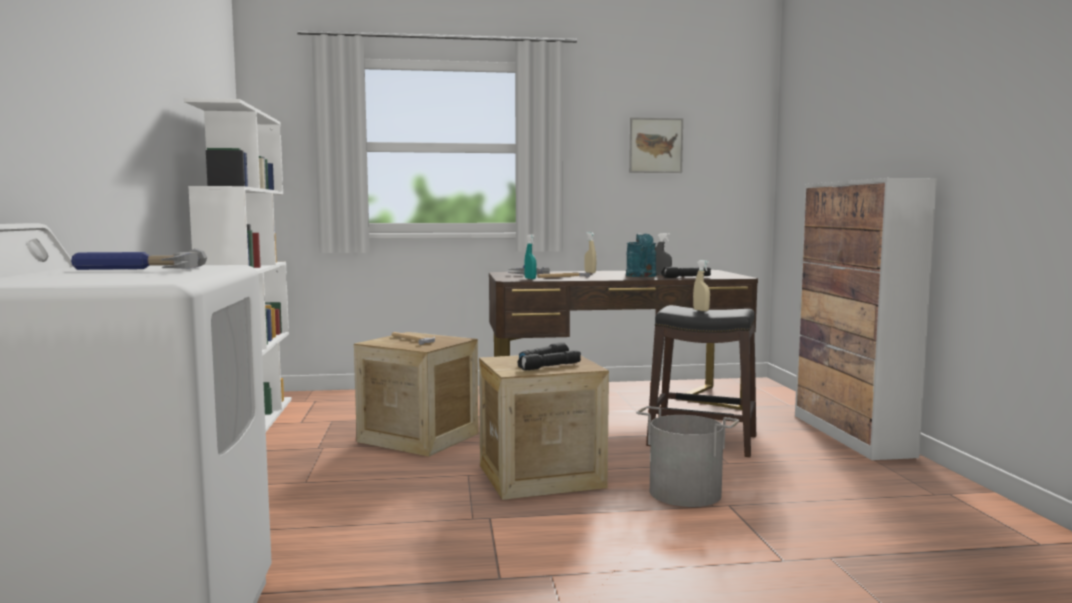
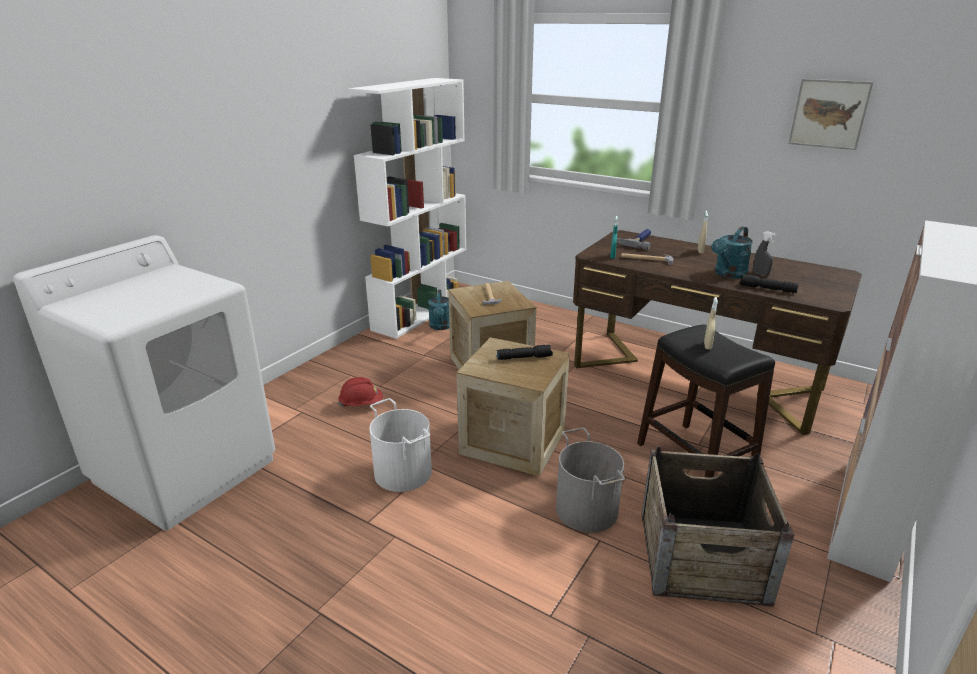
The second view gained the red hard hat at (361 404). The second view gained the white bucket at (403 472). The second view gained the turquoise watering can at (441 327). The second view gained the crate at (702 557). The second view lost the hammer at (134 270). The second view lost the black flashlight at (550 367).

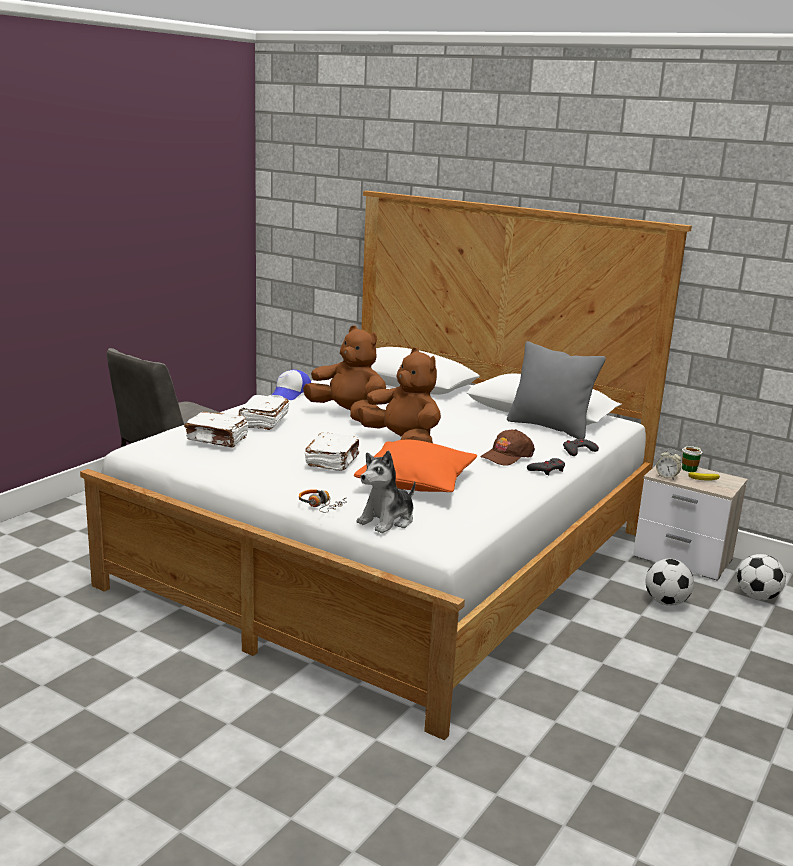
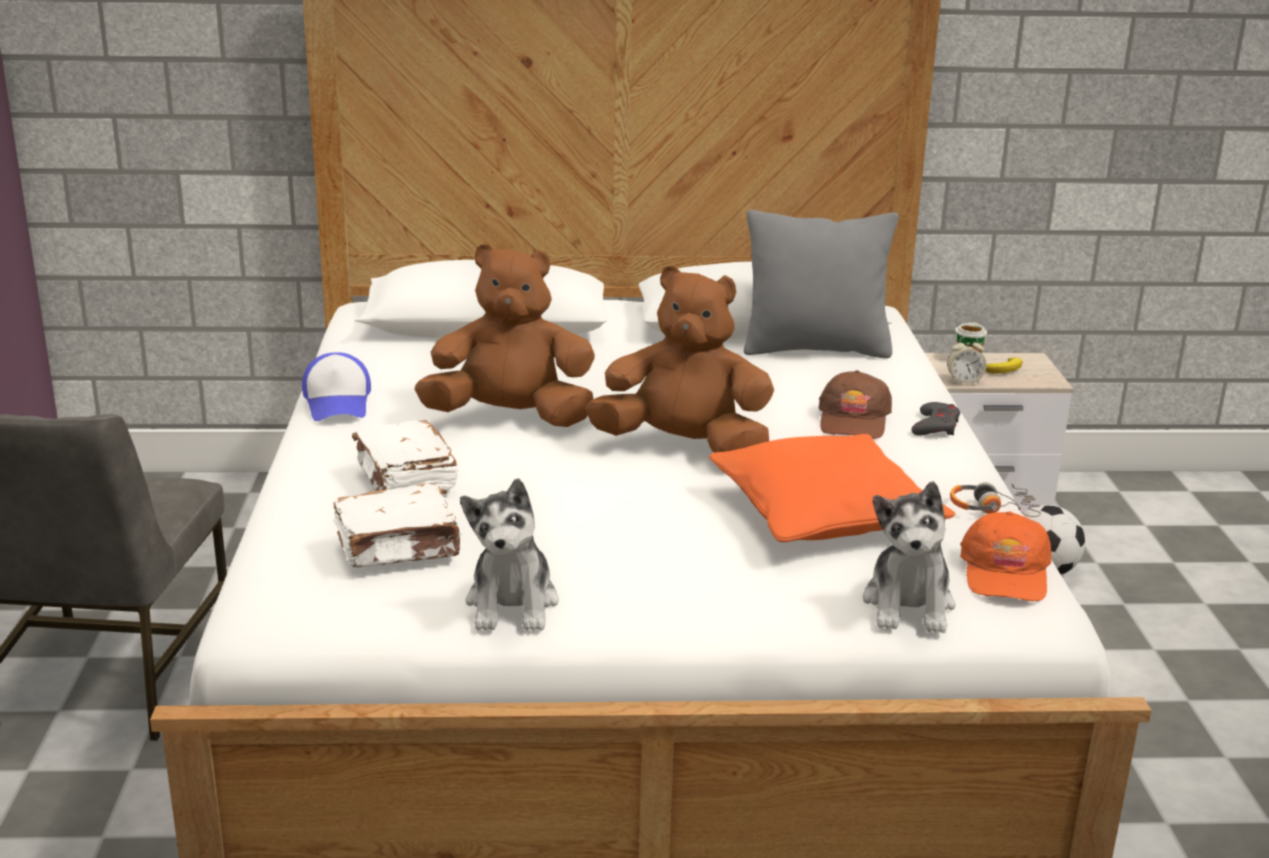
The second view gained the plush toy at (512 604). The headphones ended up elsewhere, having gone from (321 506) to (992 509). The second view gained the orange cap at (1005 572). The second view lost the white book at (333 462). The second view lost the grey game controller at (578 451). The second view lost the football at (757 597).

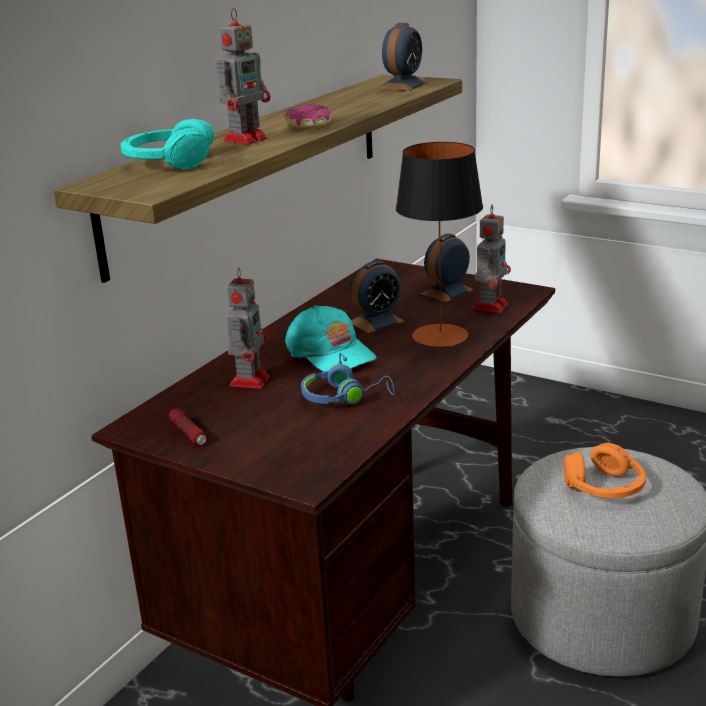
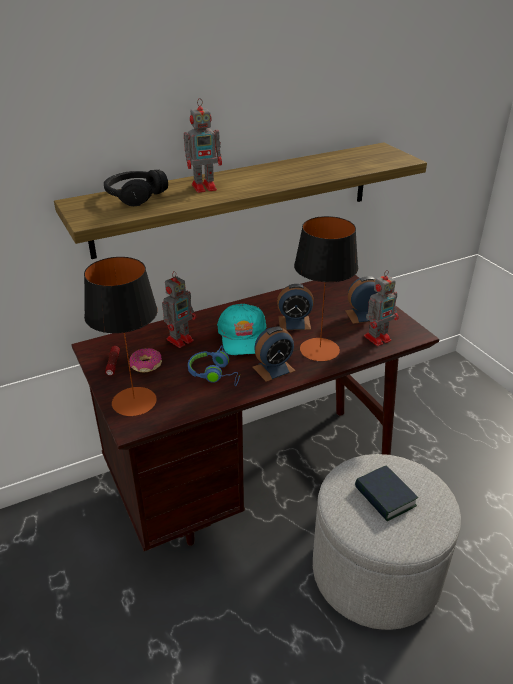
The second view gained the table lamp at (134 401). What was the turquoise headphones at (169 162) turned into the black headphones at (135 196). The donut ended up elsewhere, having gone from (308 126) to (146 365). The alarm clock ended up elsewhere, having gone from (403 86) to (273 369). Where the orange headphones stood at (604 488), the book came to stand at (384 497).

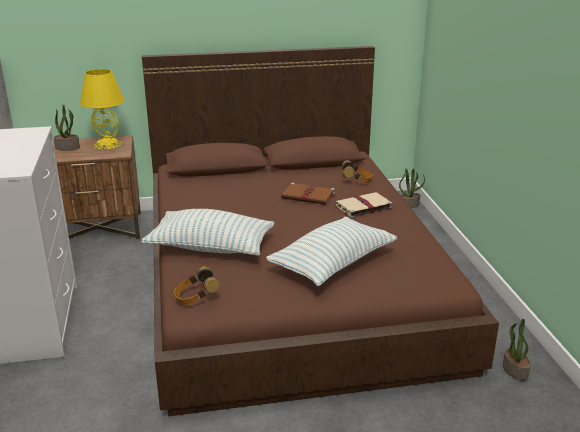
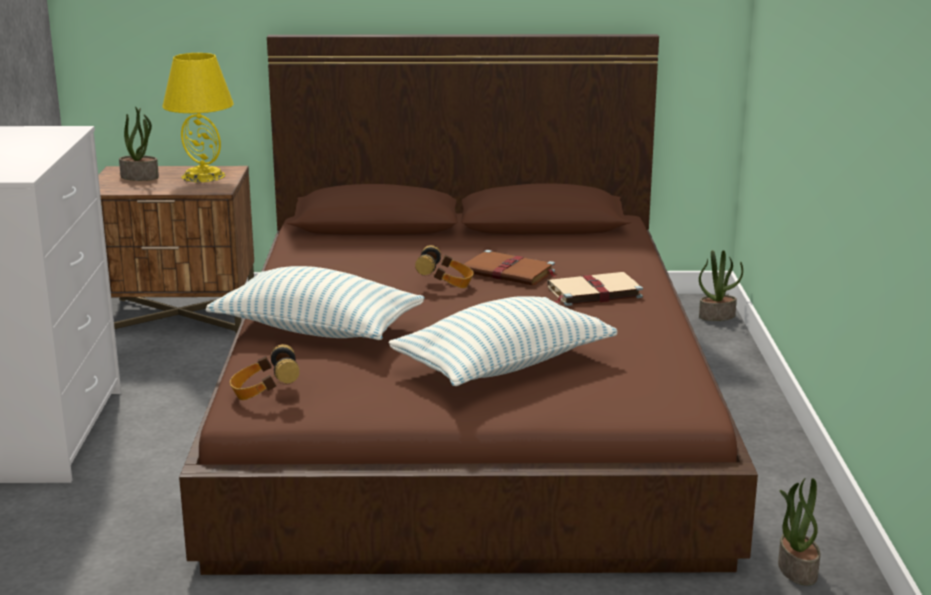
The headphones ended up elsewhere, having gone from (357 181) to (446 285).

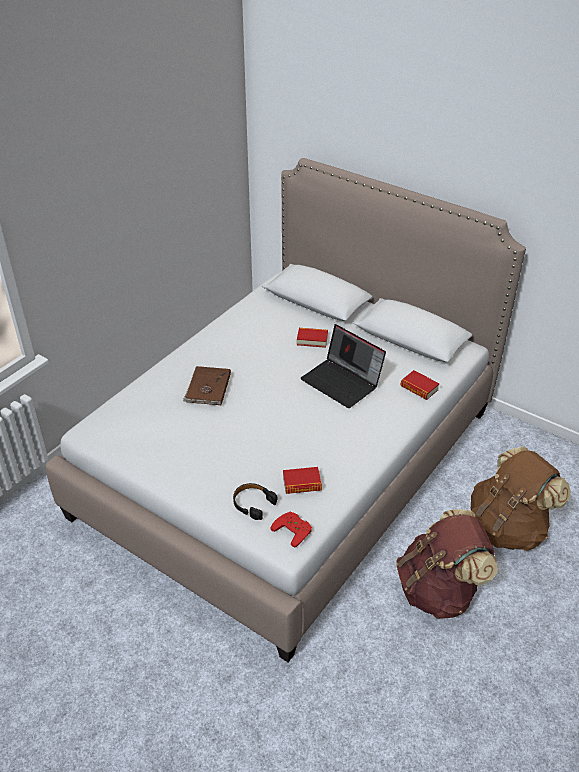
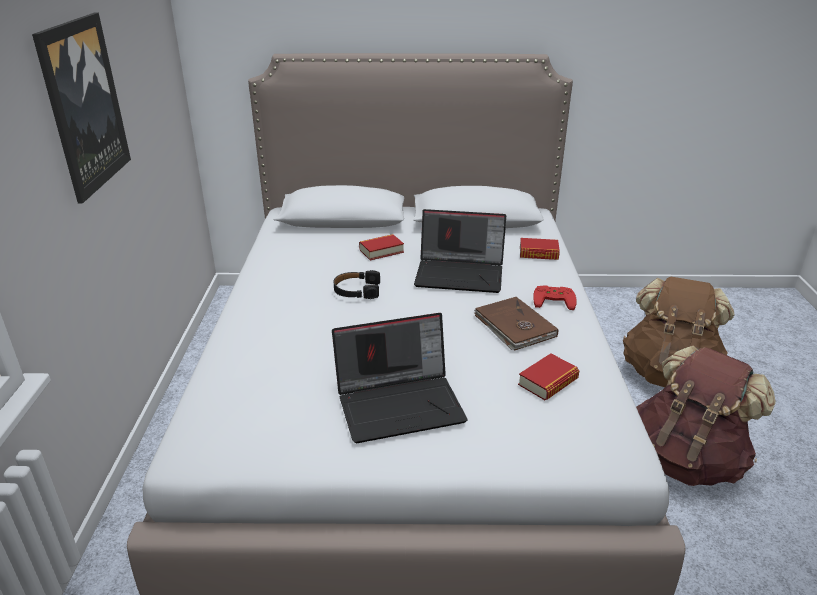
The second view gained the picture at (83 105). The second view gained the laptop at (401 403). The black headphones ended up elsewhere, having gone from (253 503) to (357 290). The brown book ended up elsewhere, having gone from (207 388) to (514 327). The red game controller ended up elsewhere, having gone from (294 529) to (554 299).

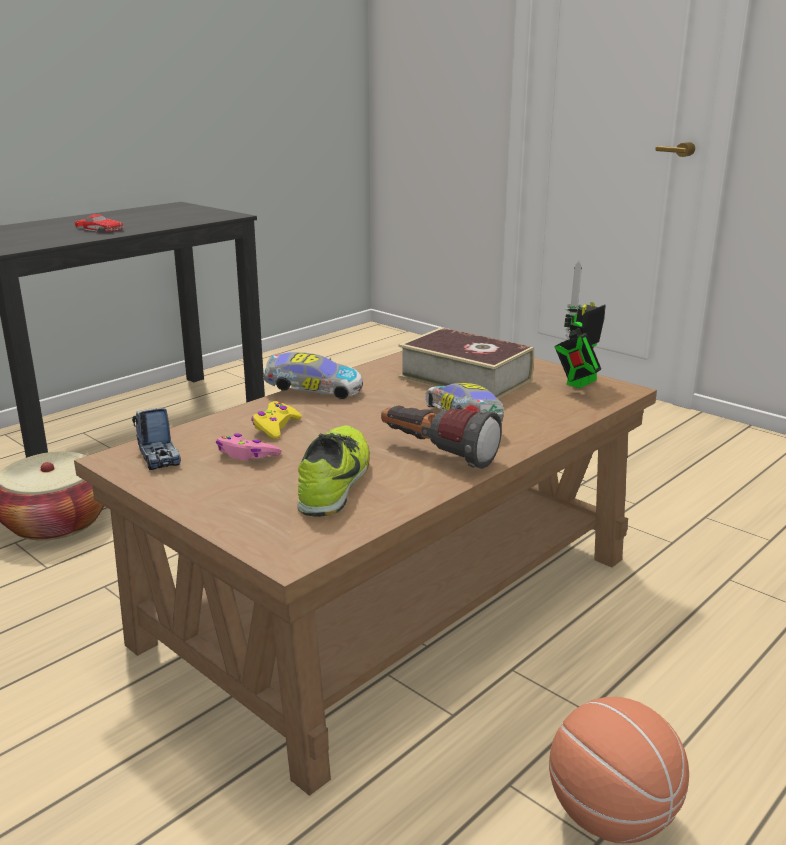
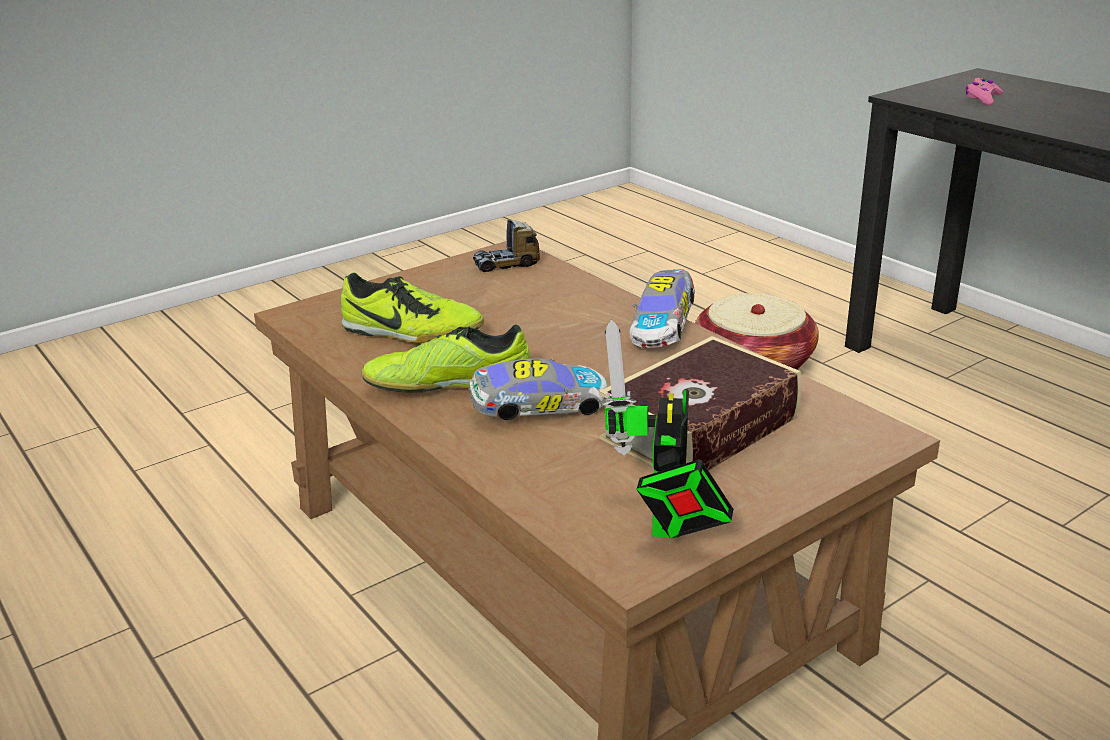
Where the flashlight stood at (436 454), the shoe came to stand at (448 385). The toy robot at (578 383) ended up facing another way, 135 degrees counterclockwise from before. The pink game controller ended up elsewhere, having gone from (247 455) to (982 98). The second view lost the red toy car at (99 229). The second view lost the yellow game controller at (276 427). The second view lost the basketball at (612 817).

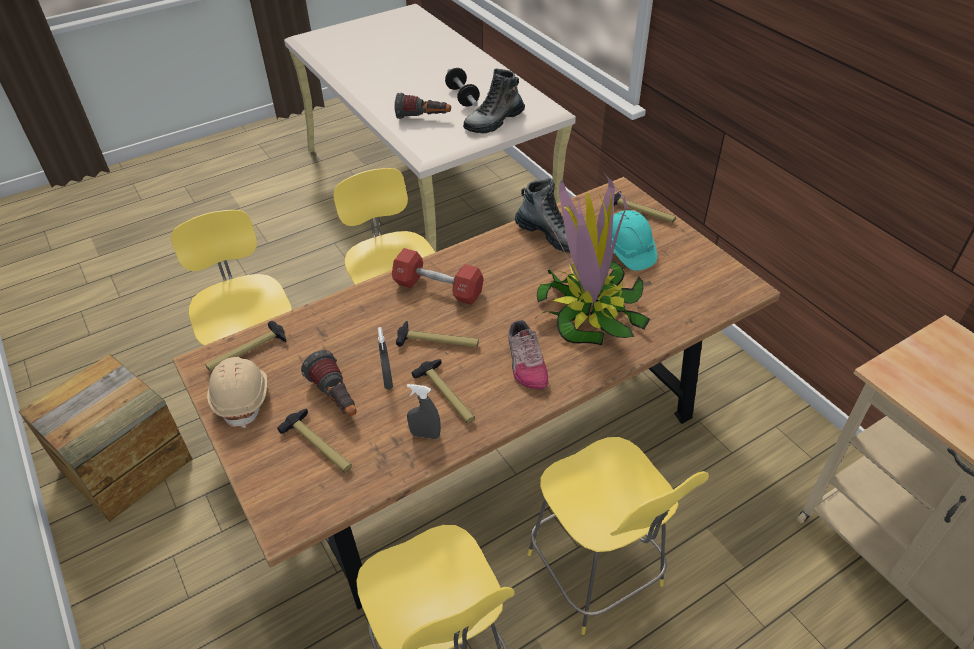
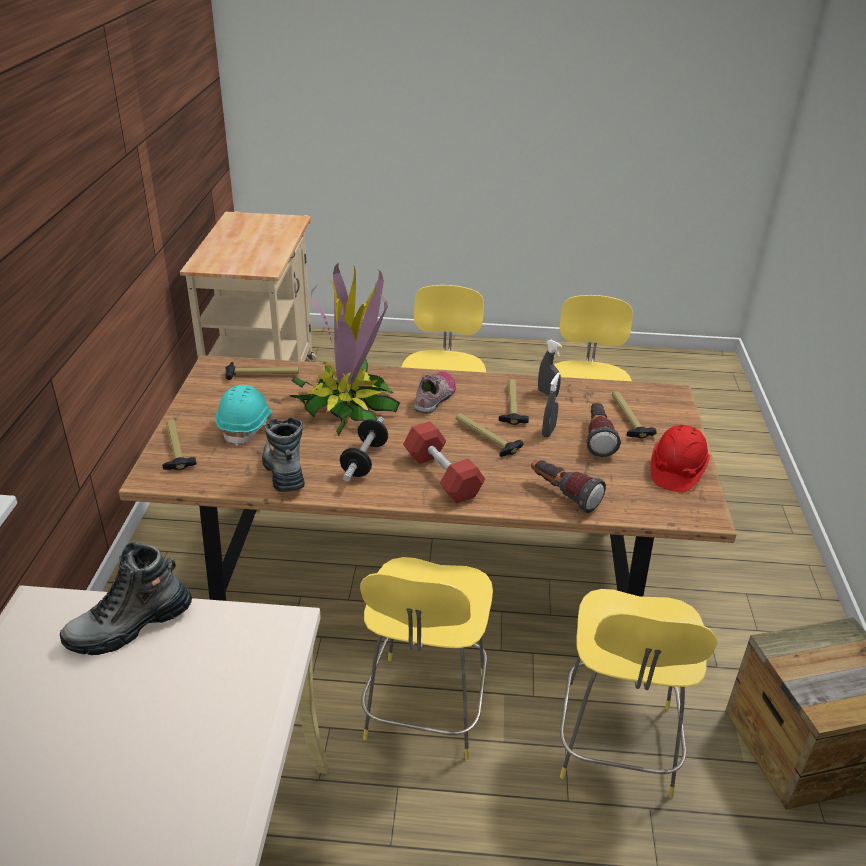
The boot at (494 121) ended up facing another way, 150 degrees clockwise from before. The hammer ended up elsewhere, having gone from (247 352) to (262 375). The dumbbell ended up elsewhere, having gone from (462 97) to (364 460). The flashlight ended up elsewhere, having gone from (423 118) to (563 495). What was the beige hard hat at (242 398) turned into the red hard hat at (676 471).

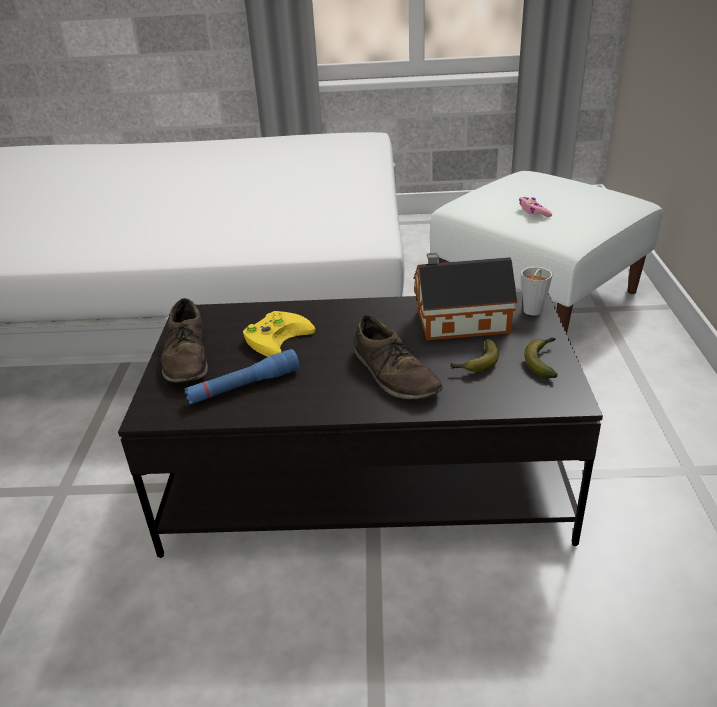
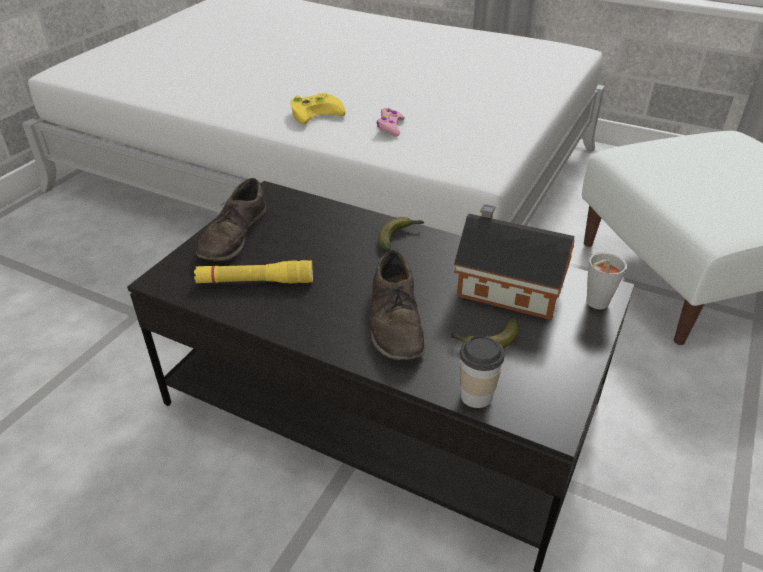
What was the blue flashlight at (244 386) turned into the yellow flashlight at (255 282). The yellow game controller ended up elsewhere, having gone from (277 336) to (316 111). The pink game controller ended up elsewhere, having gone from (533 211) to (390 127). The banana ended up elsewhere, having gone from (543 361) to (399 237). The second view gained the cup at (476 396).

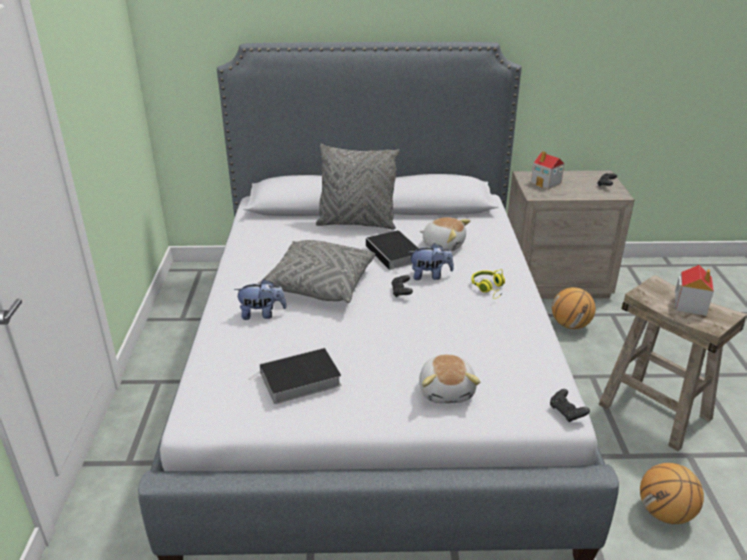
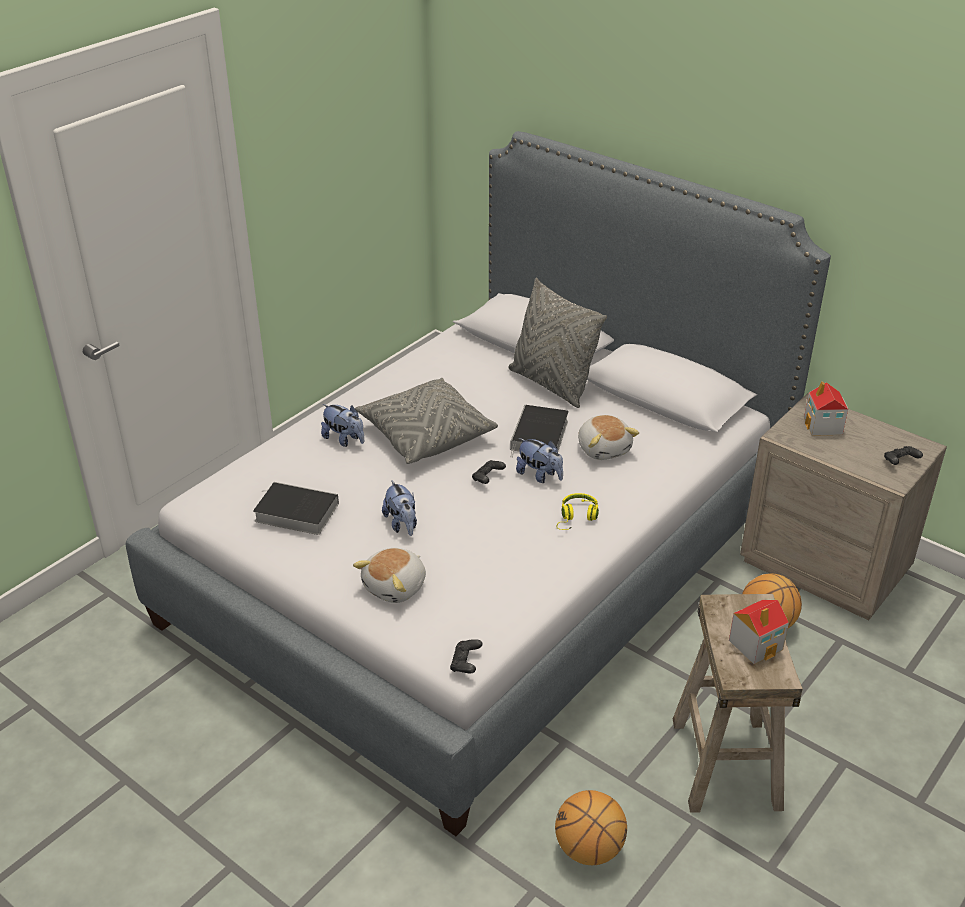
The second view gained the plush toy at (402 524).

